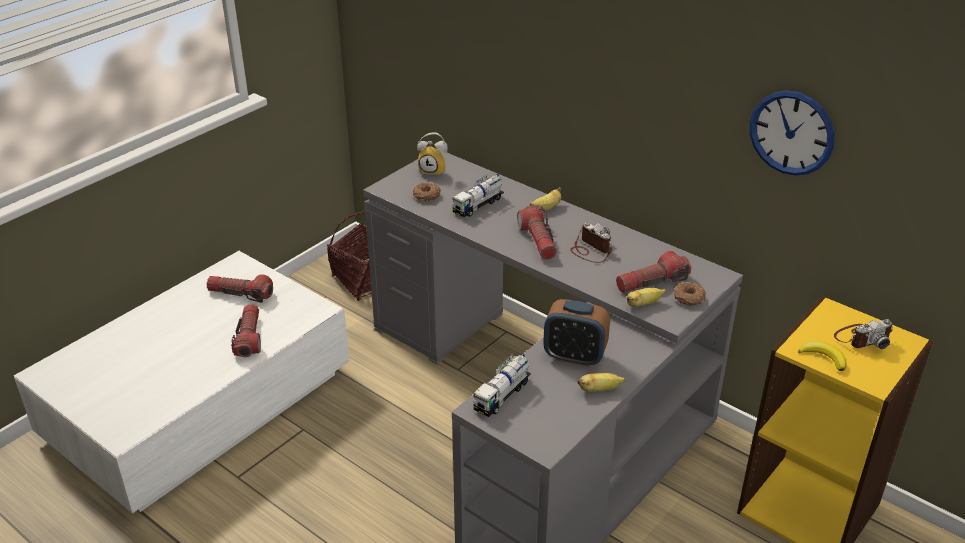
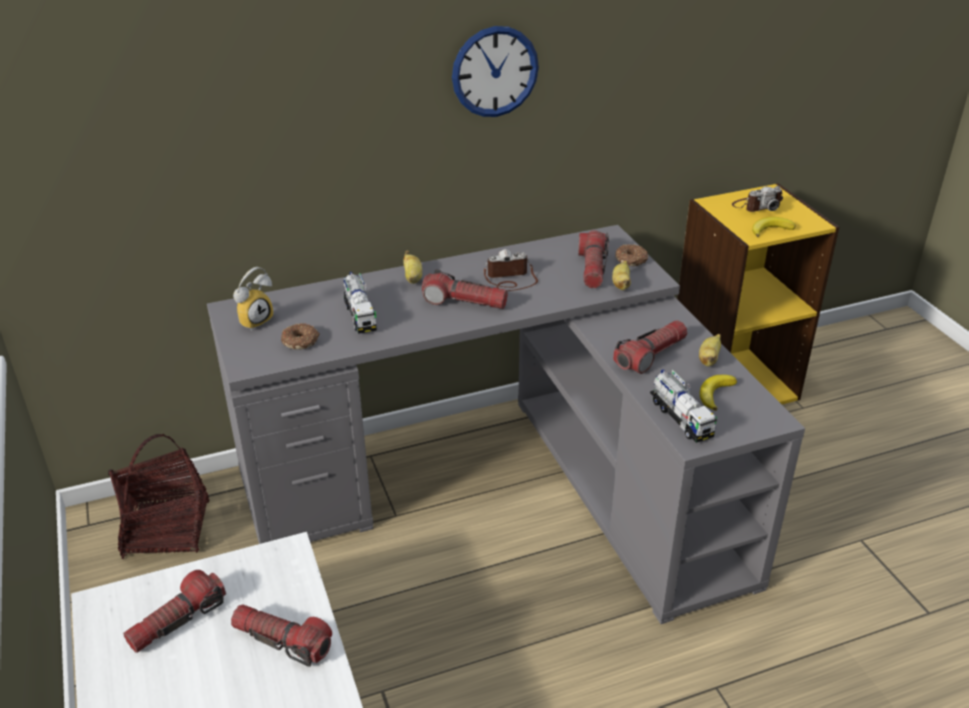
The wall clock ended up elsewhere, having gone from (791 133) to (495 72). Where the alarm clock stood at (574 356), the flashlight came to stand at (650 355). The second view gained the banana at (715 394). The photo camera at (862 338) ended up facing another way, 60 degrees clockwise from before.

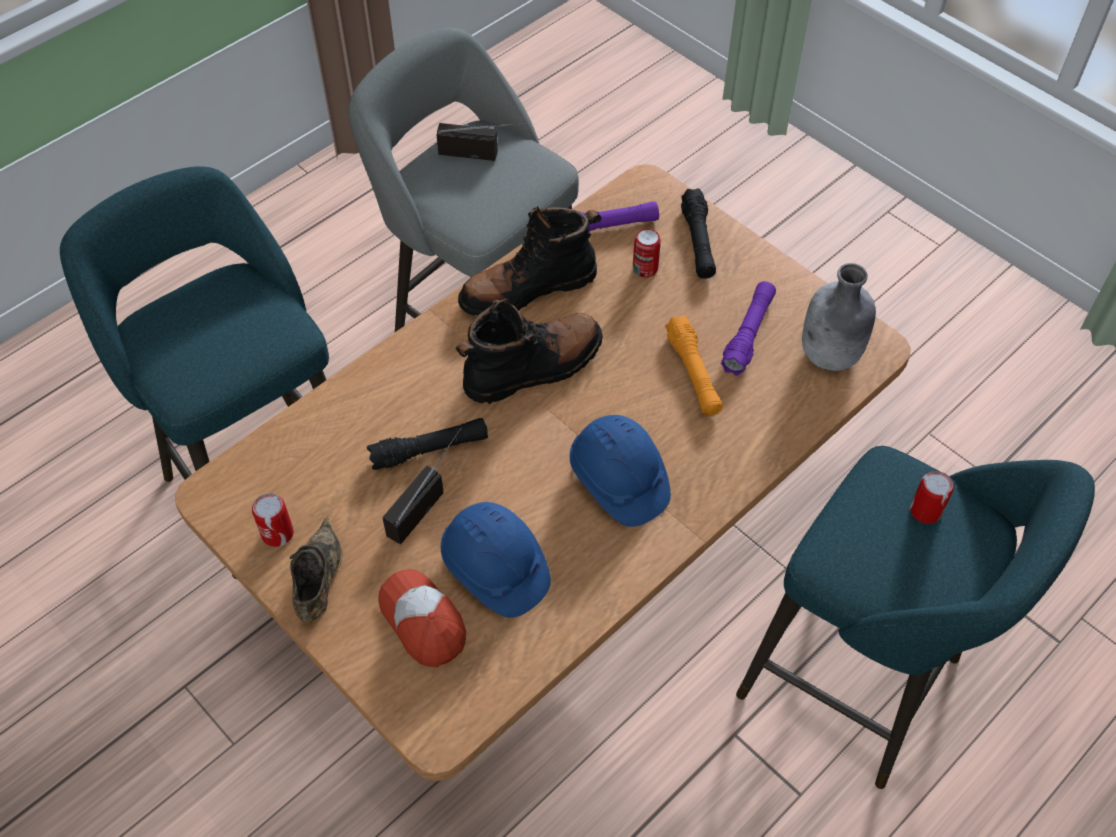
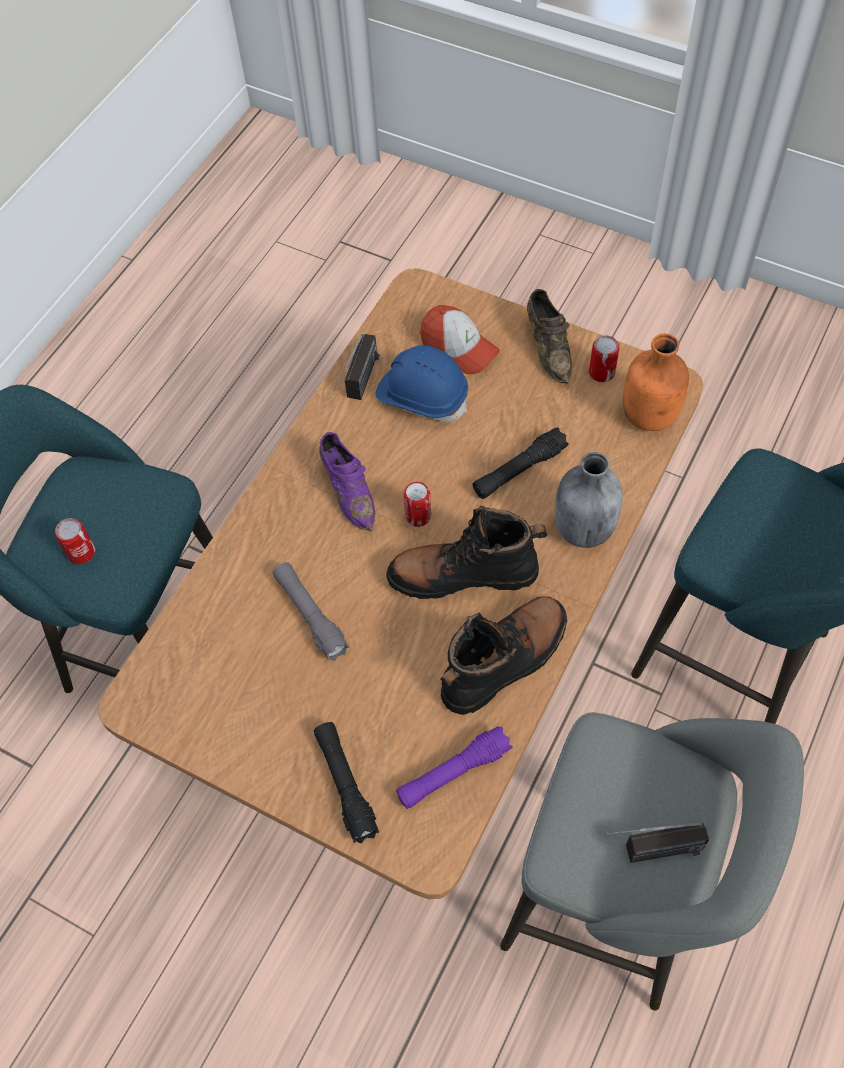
What was the orange flashlight at (693 373) turned into the grey flashlight at (310 615). Where the blue hard hat stood at (618 481), the purple shoe came to stand at (349 492). The radio ended up elsewhere, having gone from (425 499) to (359 389). The black boot at (533 367) ended up facing another way, 45 degrees clockwise from before. The can ended up elsewhere, having gone from (645 268) to (418 516). The grey bottle ended up elsewhere, having gone from (830 356) to (583 528). The second view gained the orange bottle at (650 415). The second view lost the purple flashlight at (748 334).

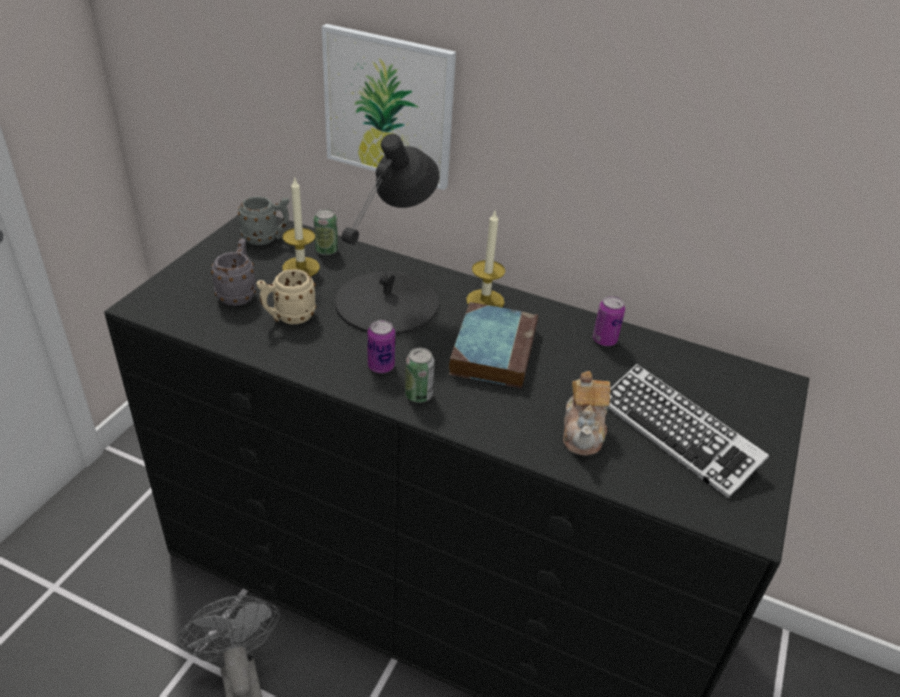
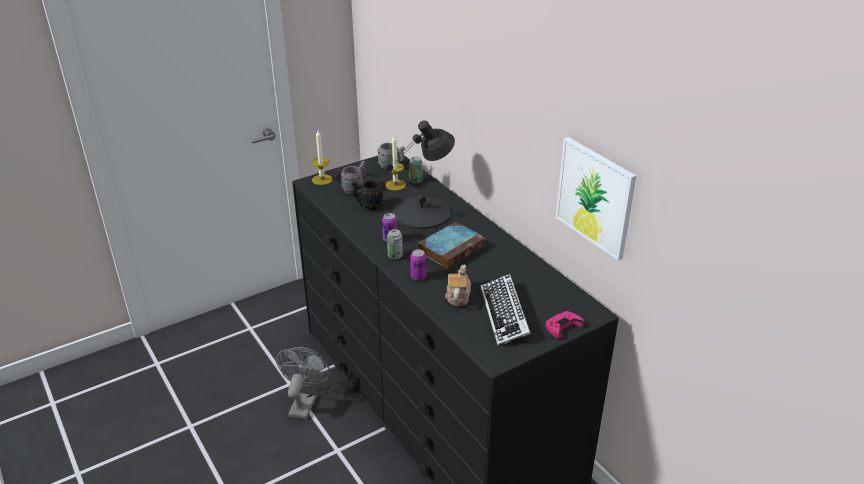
The candle ended up elsewhere, having gone from (485 301) to (322 180). What was the beige mug at (288 317) turned into the black mug at (368 206). The can ended up elsewhere, having gone from (604 340) to (418 276). The teapot at (583 431) ended up facing another way, 150 degrees clockwise from before. The second view gained the pink game controller at (562 326). The picture ended up elsewhere, having gone from (388 107) to (595 197).

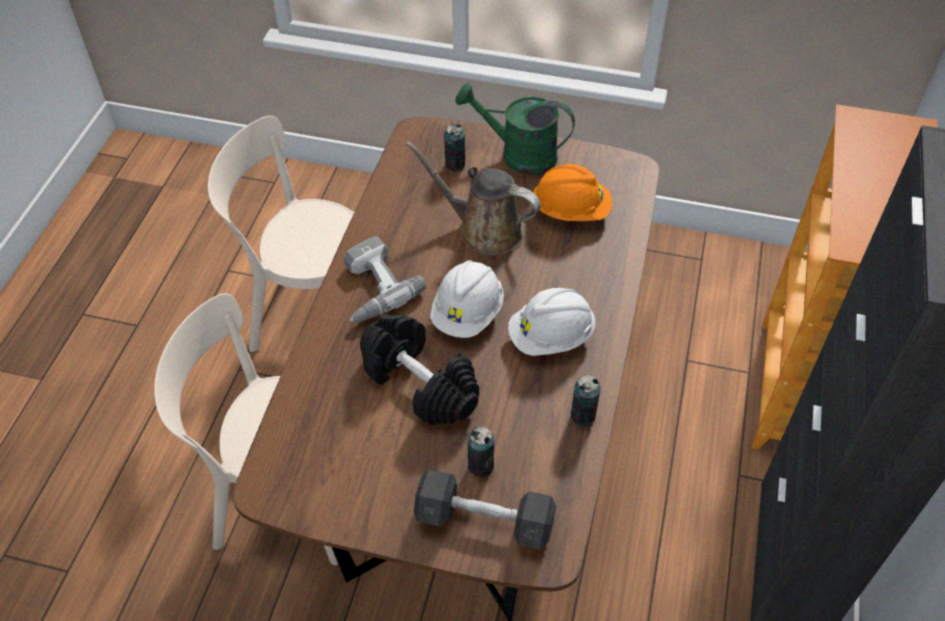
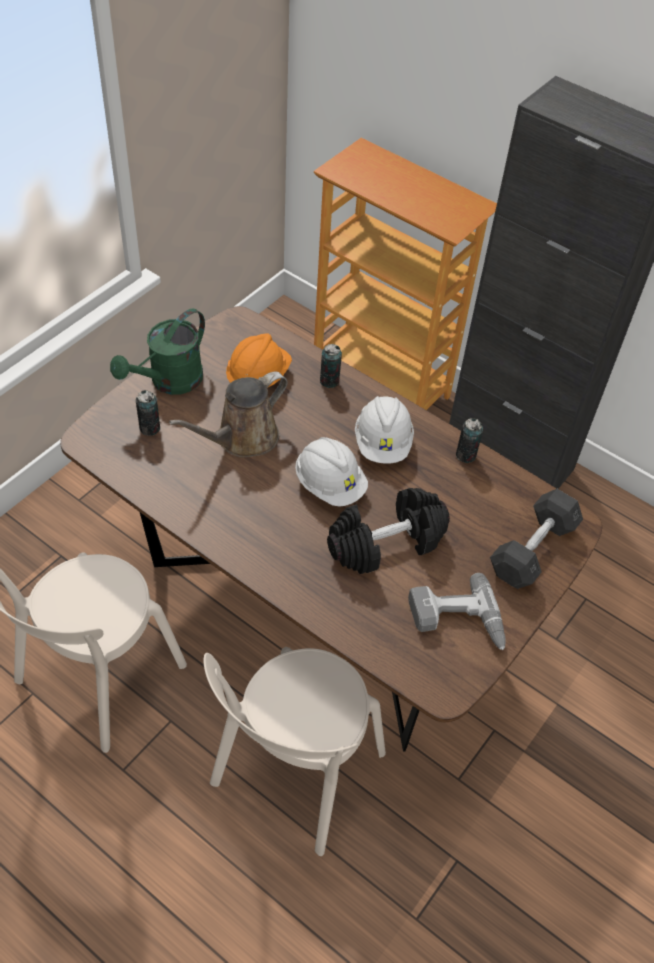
The can ended up elsewhere, having gone from (480 466) to (329 381). The power drill ended up elsewhere, having gone from (371 288) to (456 622).

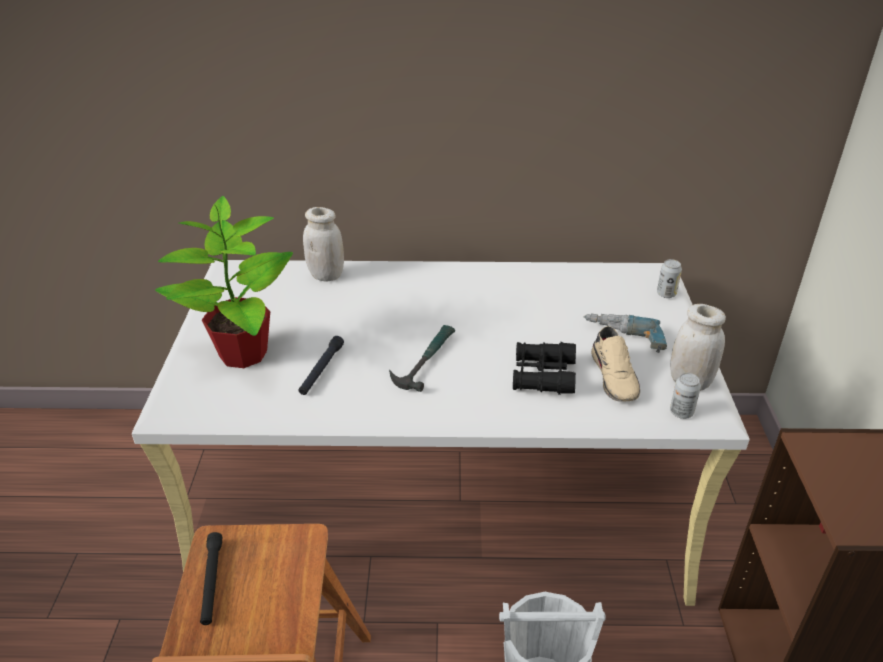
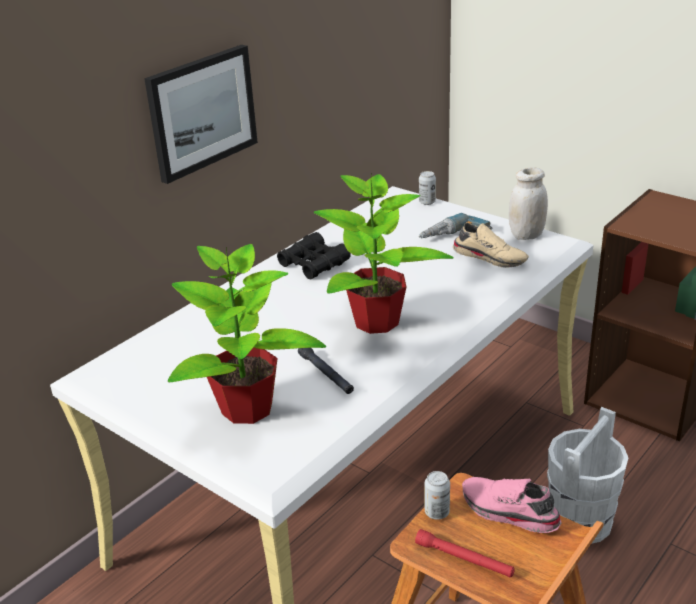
The second view gained the picture at (202 112). The black binoculars ended up elsewhere, having gone from (543 375) to (313 264). Where the hammer stood at (425 360), the potted plant came to stand at (377 322). What was the black flashlight at (211 582) turned into the red flashlight at (464 559). The can ended up elsewhere, having gone from (681 412) to (437 512). The second view gained the pink shoe at (508 513). The second view lost the white jar at (326 275).

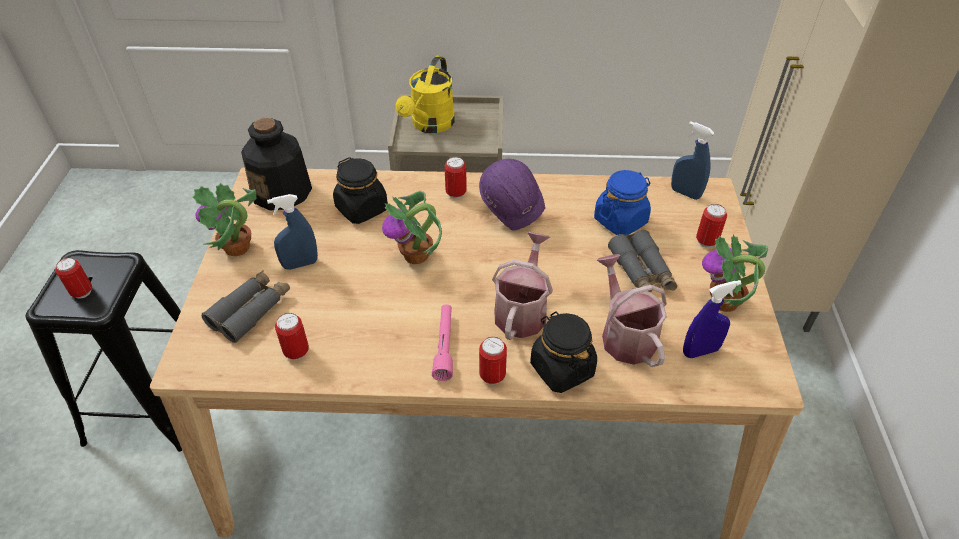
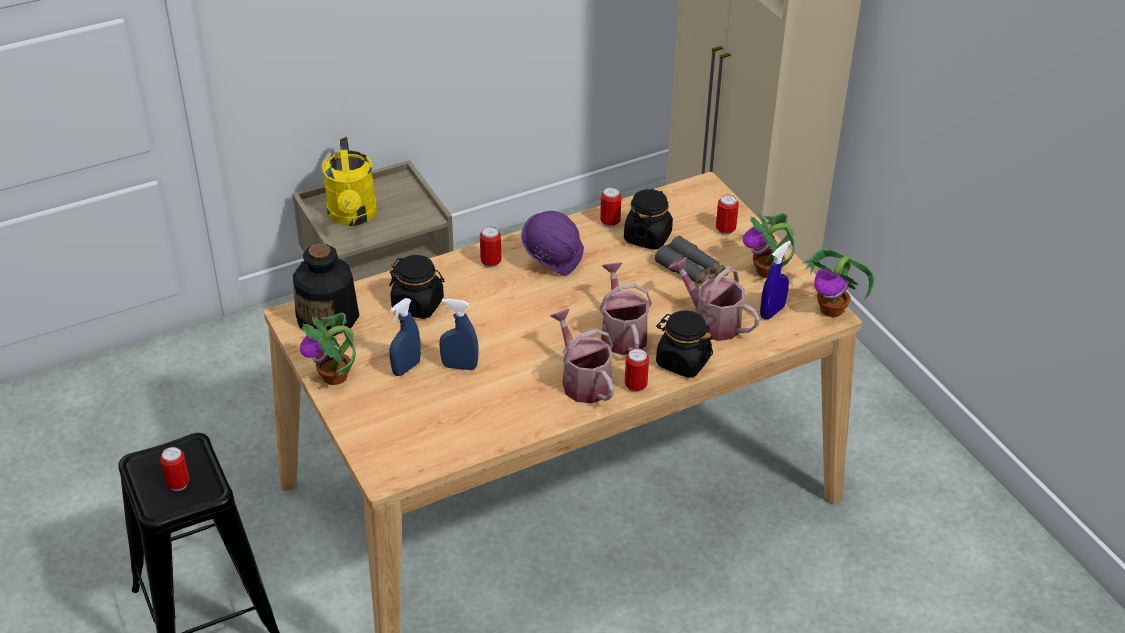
The blue spray bottle ended up elsewhere, having gone from (685 193) to (459 366). Where the pink flashlight stood at (444 346), the watering can came to stand at (582 380). The can ended up elsewhere, having gone from (296 352) to (610 222). What was the blue jar at (620 220) turned into the black jar at (647 237). The potted plant ended up elsewhere, having gone from (417 256) to (832 309). The second view lost the grey binoculars at (251 310).

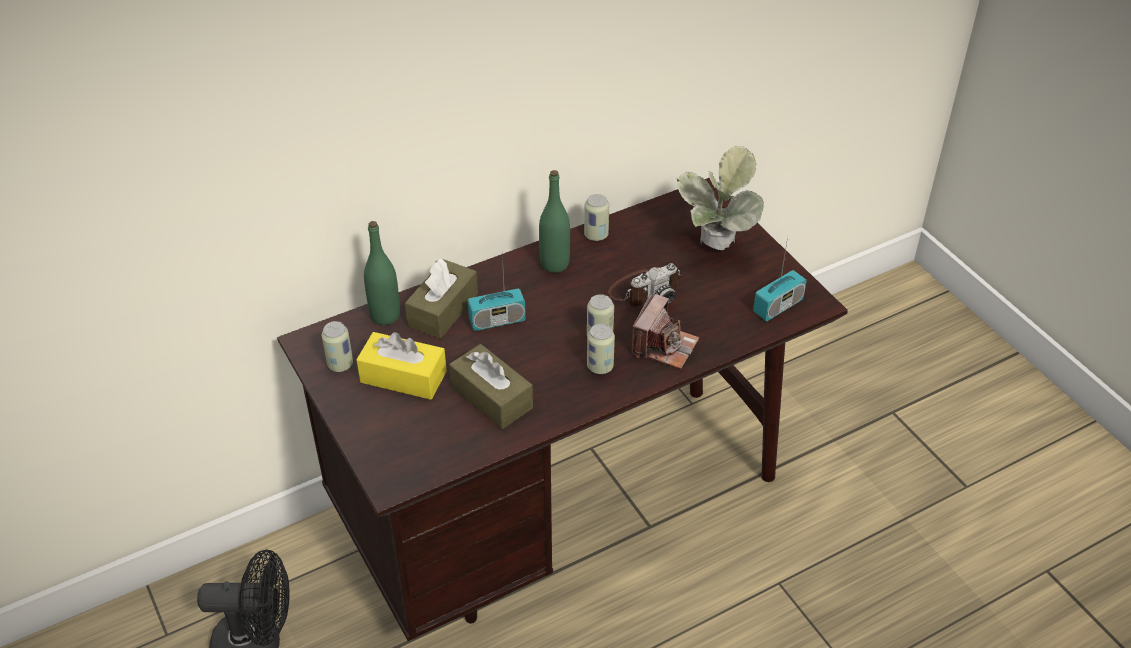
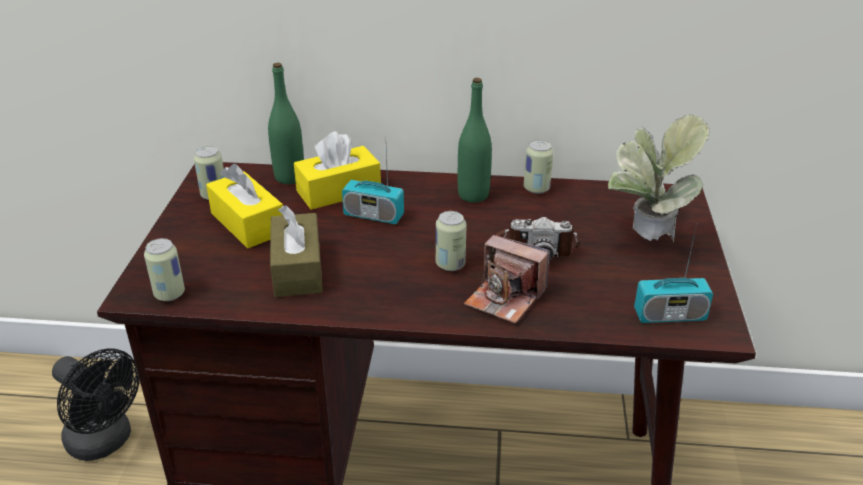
The can ended up elsewhere, having gone from (600 366) to (169 294). What was the brown tissue box at (443 310) turned into the yellow tissue box at (338 191). The photo camera at (664 346) ended up facing another way, 60 degrees clockwise from before.

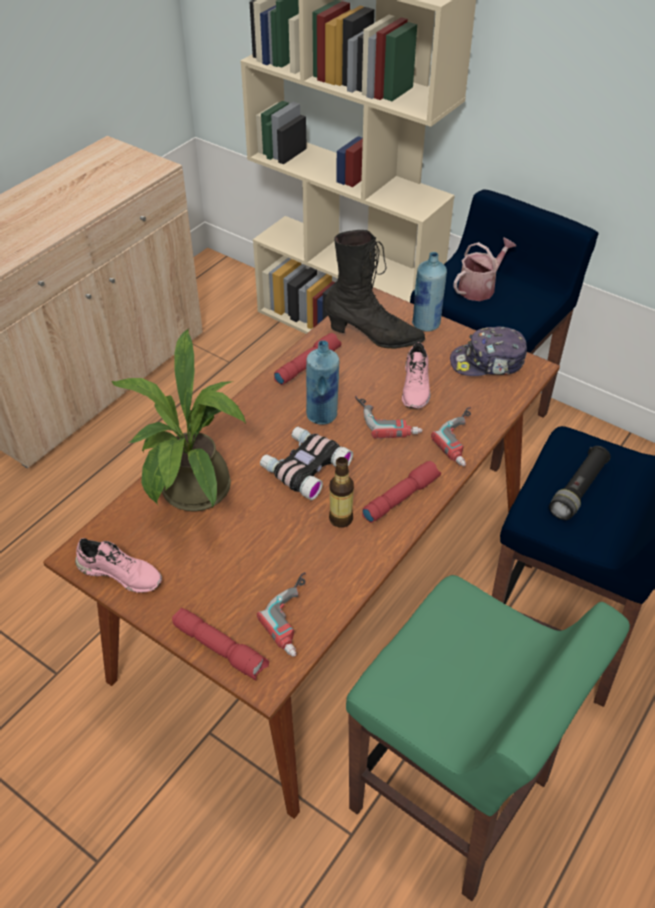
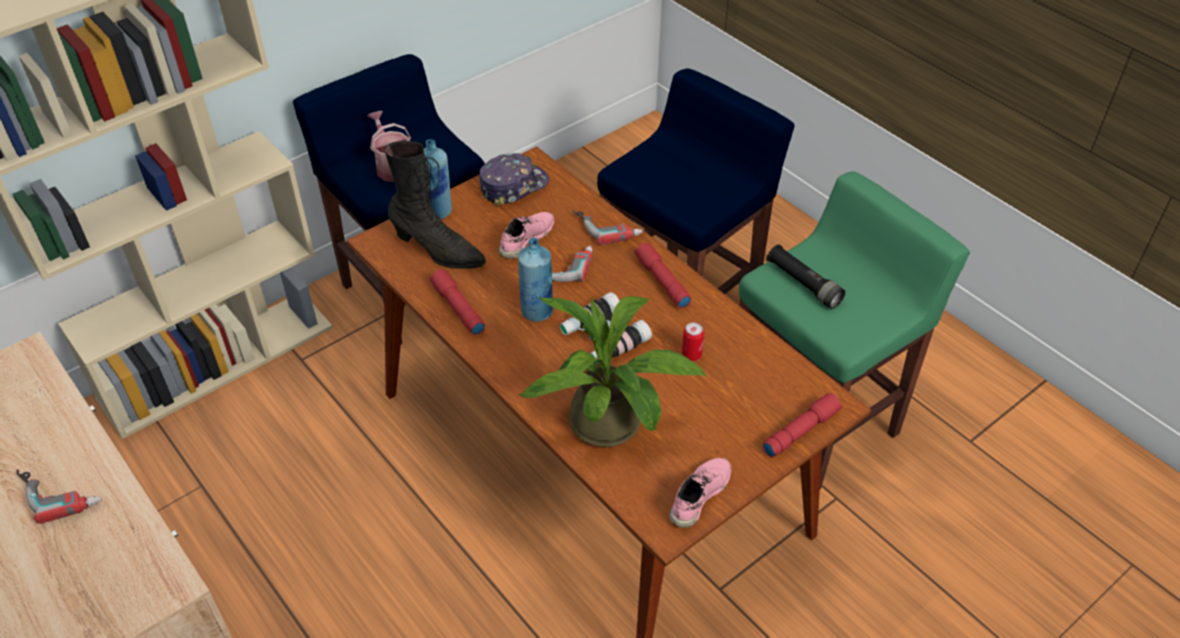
The power drill ended up elsewhere, having gone from (297 618) to (61 491). The black boot at (374 336) ended up facing another way, 90 degrees clockwise from before. The cap at (488 362) ended up facing another way, 135 degrees counterclockwise from before. The pink shoe at (416 387) ended up facing another way, 75 degrees counterclockwise from before. The second view gained the can at (691 355). The black flashlight ended up elsewhere, having gone from (578 490) to (803 284). The second view lost the bottle at (341 519).

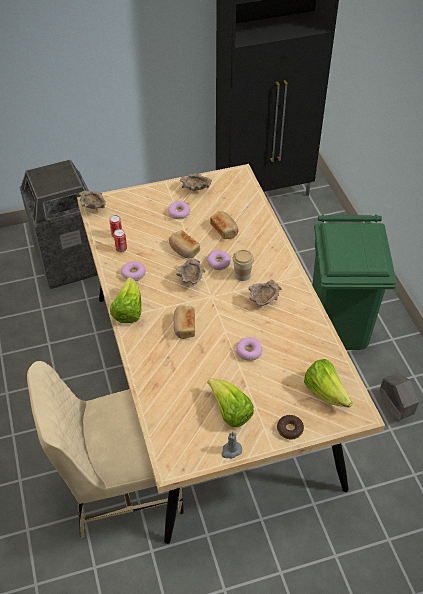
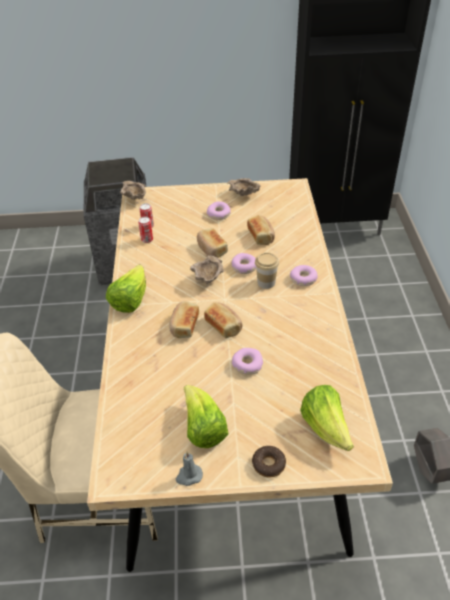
The second view gained the bread at (224 325). The donut ended up elsewhere, having gone from (134 274) to (303 279). The second view lost the beige bowl at (264 301). The second view lost the green trash can at (338 327).

